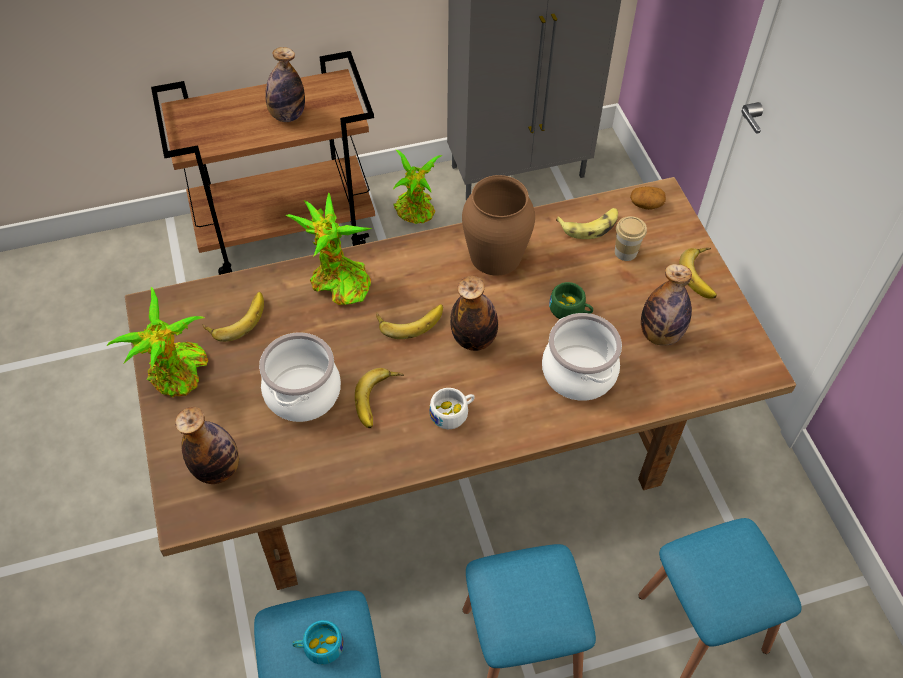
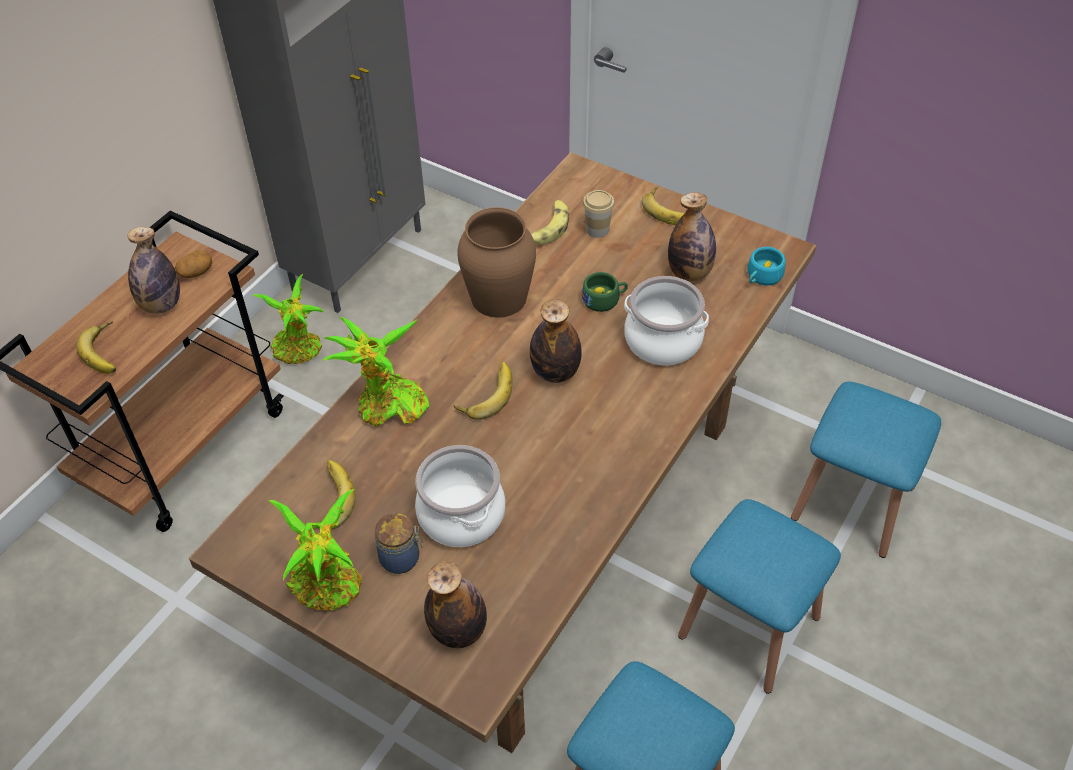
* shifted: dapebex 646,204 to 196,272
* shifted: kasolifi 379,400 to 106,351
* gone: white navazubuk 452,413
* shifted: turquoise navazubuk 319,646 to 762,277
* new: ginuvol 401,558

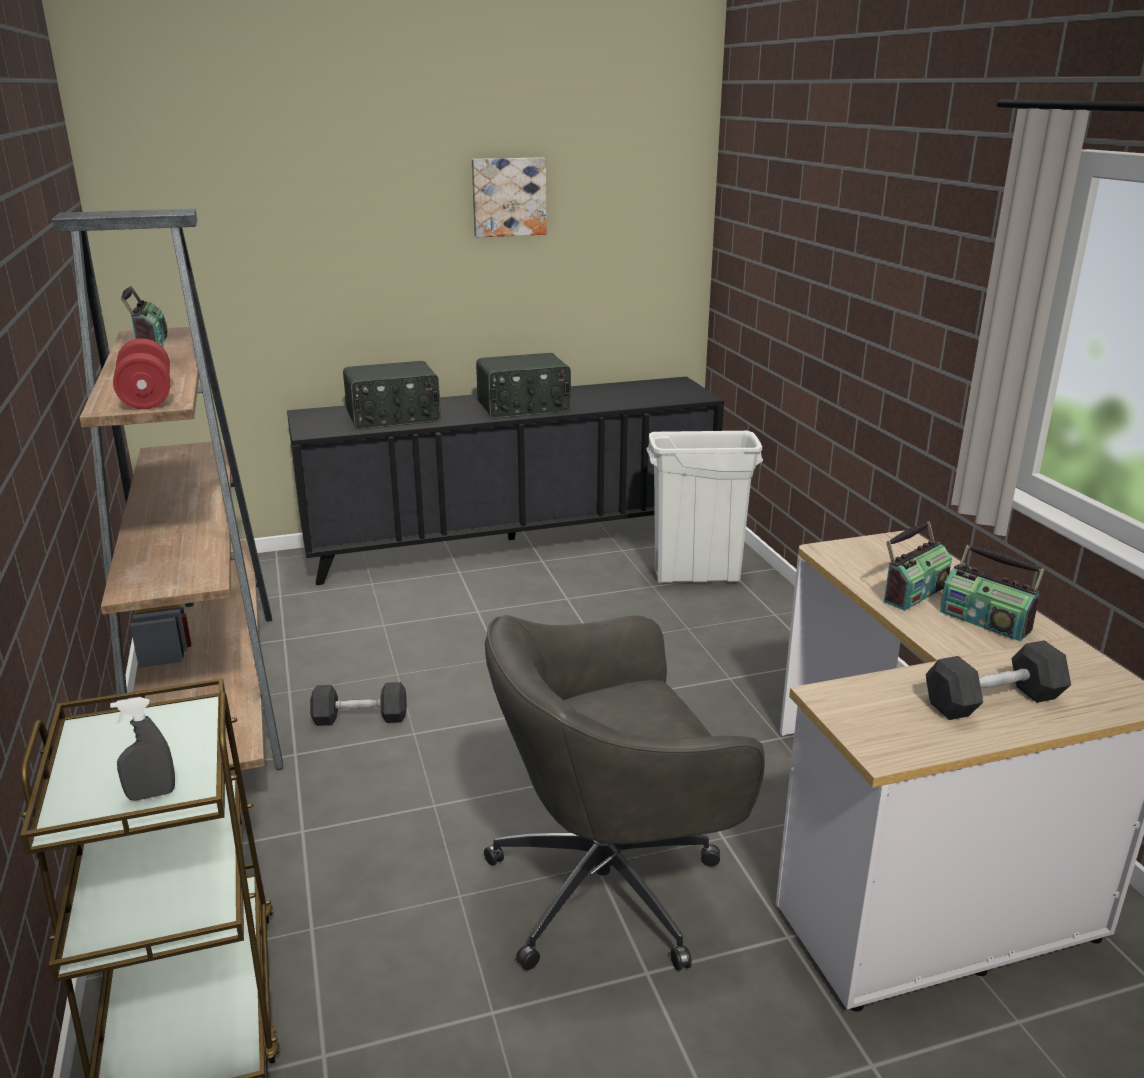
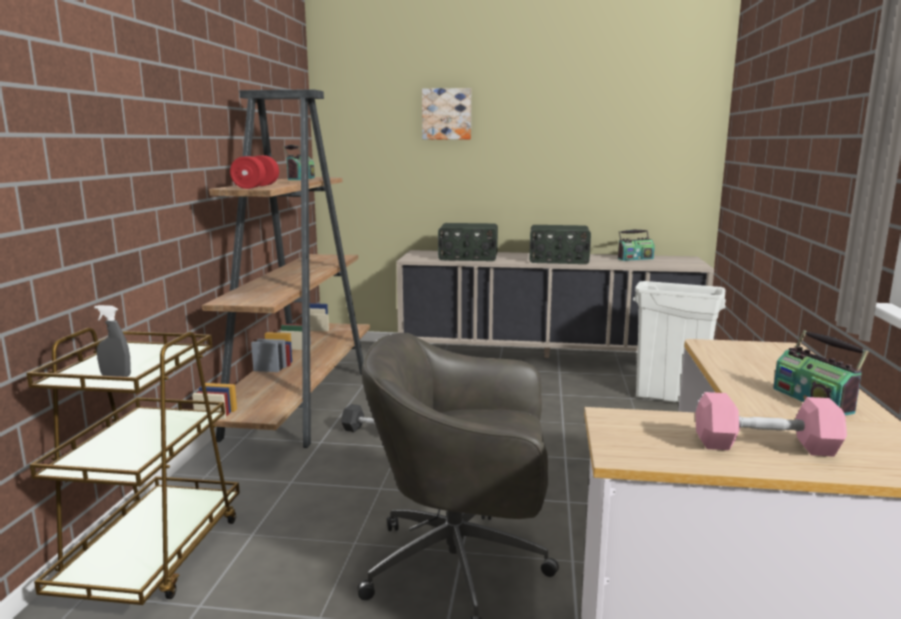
* shifted: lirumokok 508,197 to 447,114
* repainted: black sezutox 512,542 to beige sezutox 546,359
* shifted: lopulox 913,593 to 635,258
* repainted: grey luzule 993,701 to pink luzule 765,446

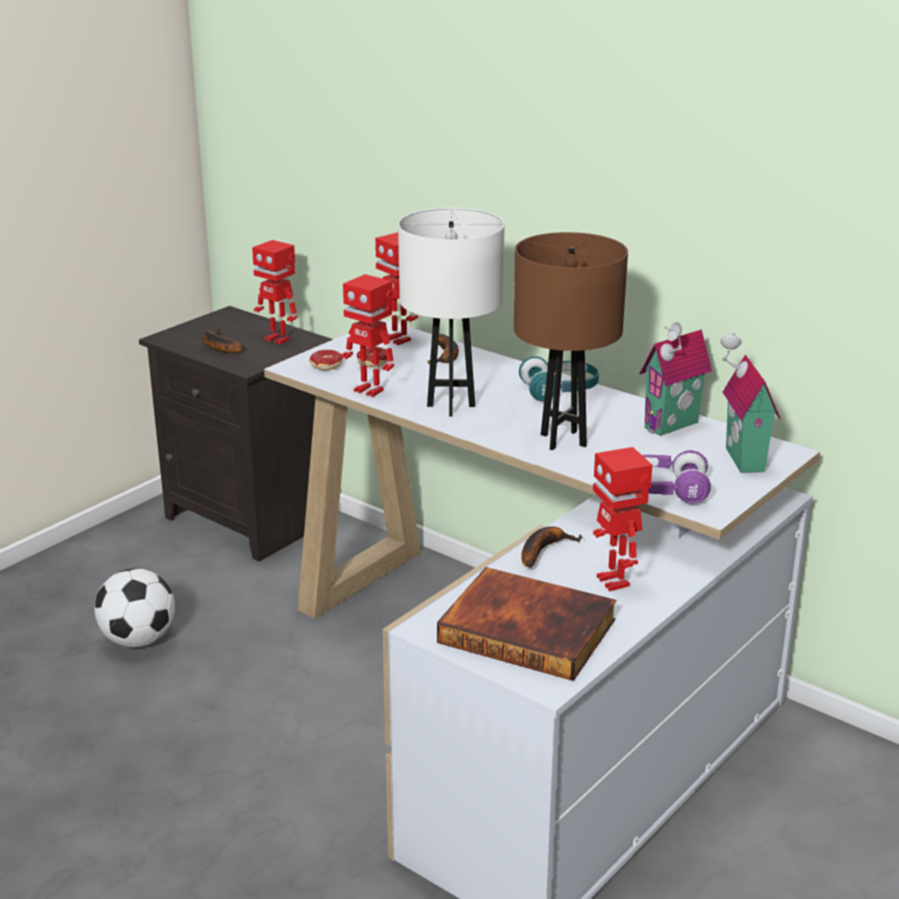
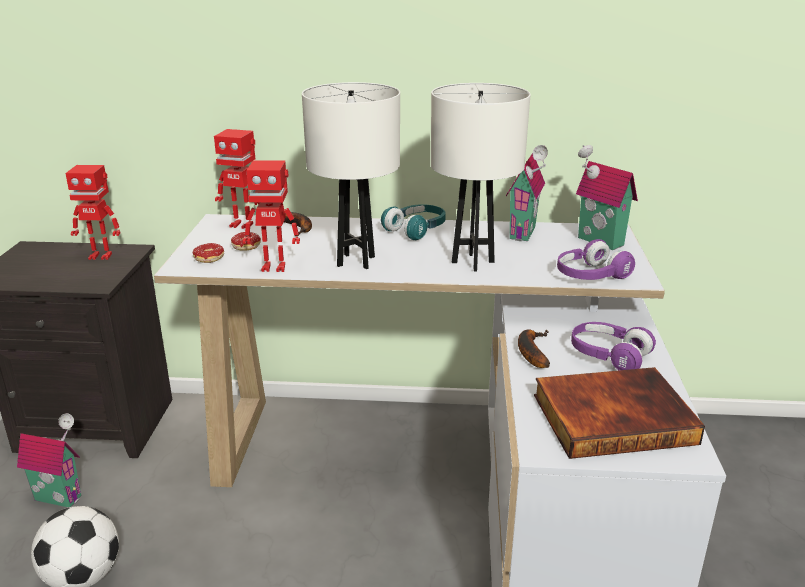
* repainted: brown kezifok 563,440 to white kezifok 473,262
* gone: kasolifi 218,346
* swapped: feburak 615,581 to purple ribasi 608,356
* new: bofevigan 60,496

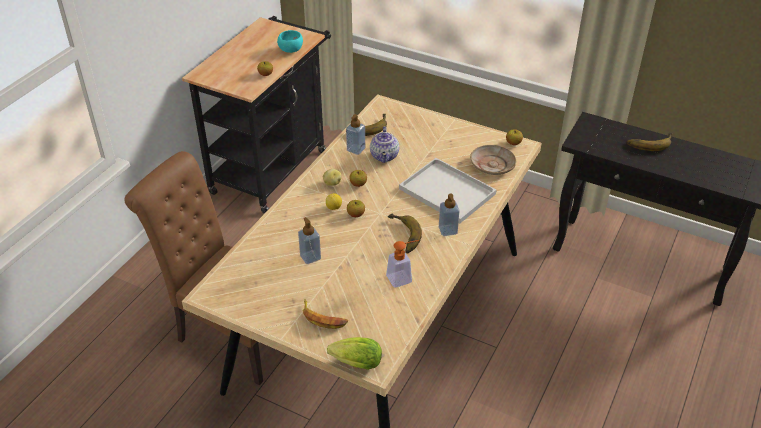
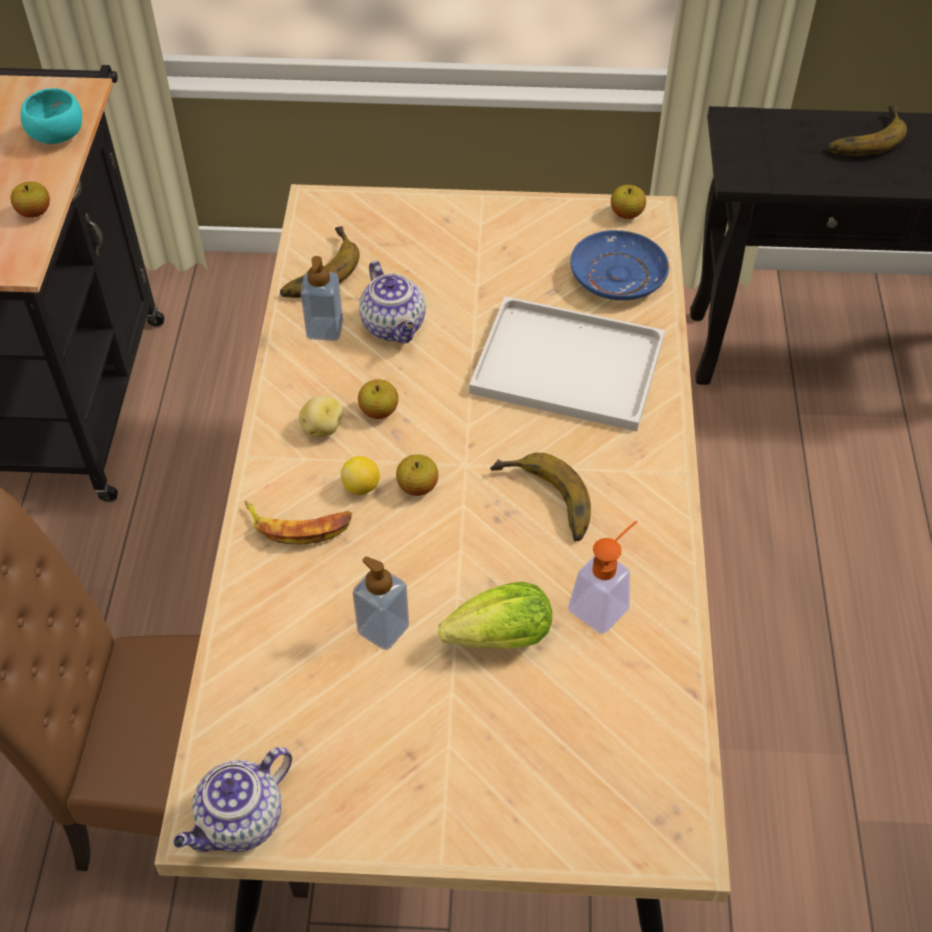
* repainted: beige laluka 492,165 to blue laluka 617,276
* gone: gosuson 448,230
* shifted: kasolifi 323,318 to 299,525
* shifted: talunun 354,363 to 494,639
* new: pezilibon 240,822

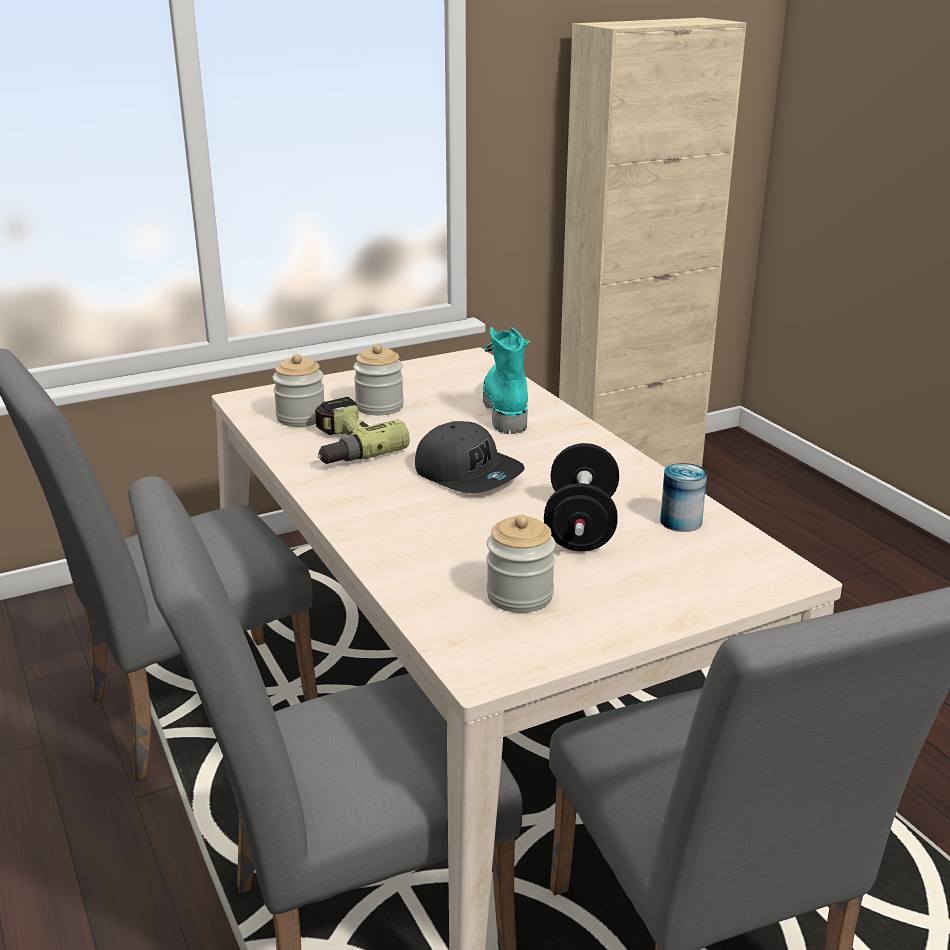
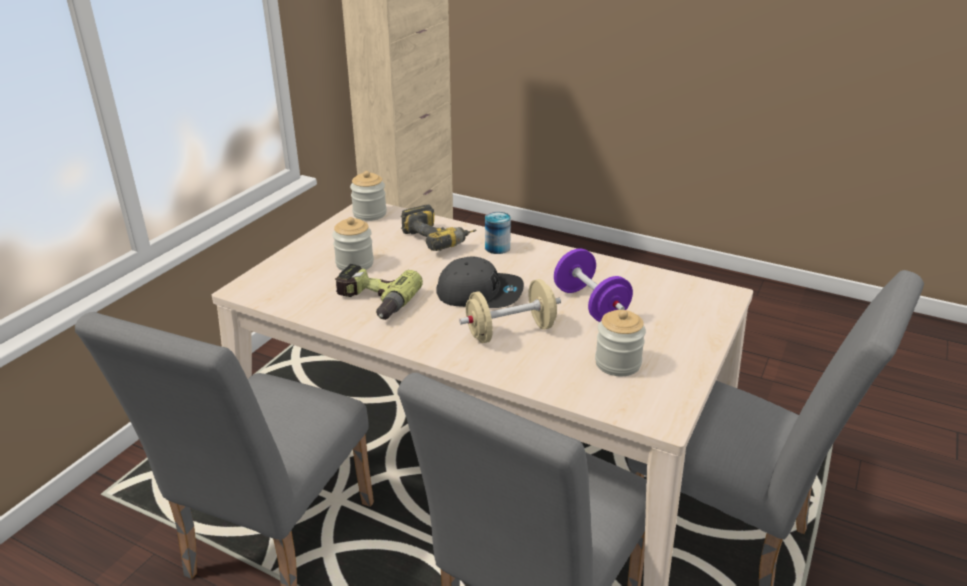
* swapped: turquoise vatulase 505,408 to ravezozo 440,239
* shifted: ginuvol 301,418 to 369,214
* repainted: black luzule 581,526 to purple luzule 590,305
* shifted: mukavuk 681,521 to 497,248
* new: beige luzule 510,332

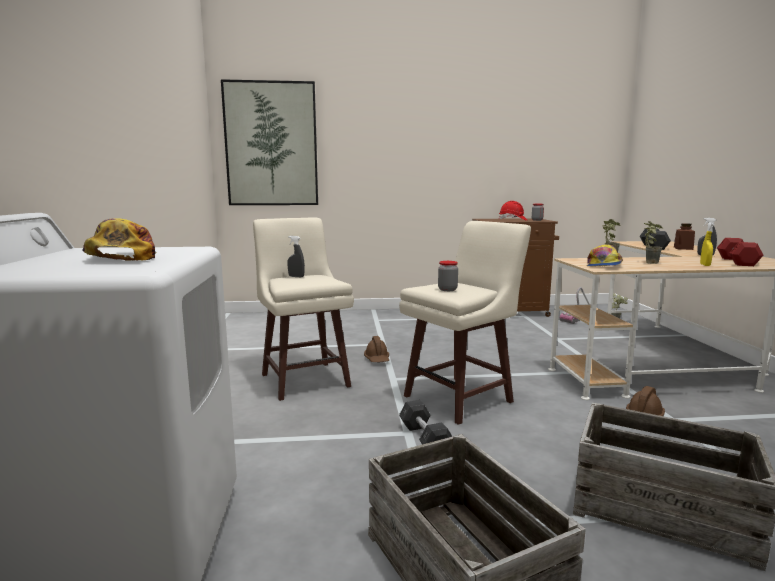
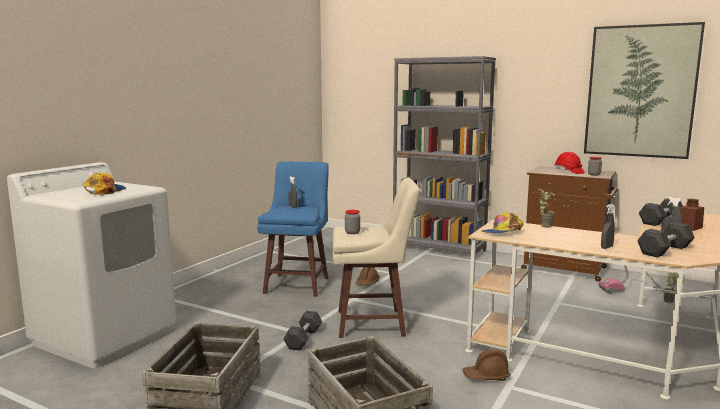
* shifted: lirumokok 271,144 to 640,91
* repainted: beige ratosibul 305,379 to blue ratosibul 297,285
* gone: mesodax 648,262
* repainted: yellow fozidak 705,265 to grey fozidak 606,247
* repainted: red luzule 737,262 to grey luzule 664,250
* new: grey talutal 439,249

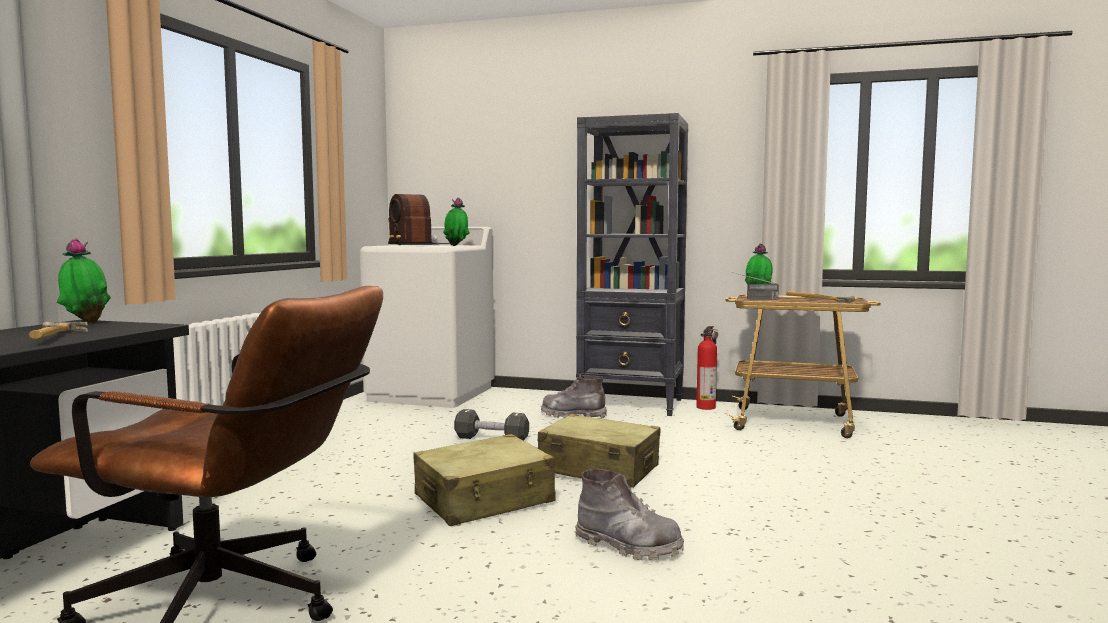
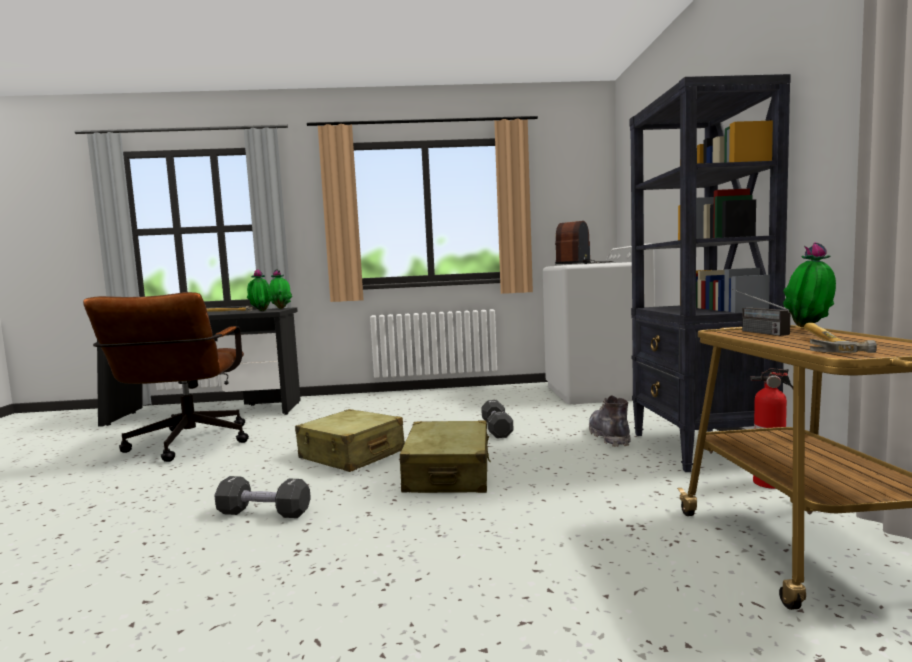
* shifted: mesodax 456,246 to 260,311
* swapped: grey vatulase 628,546 to black luzule 264,513

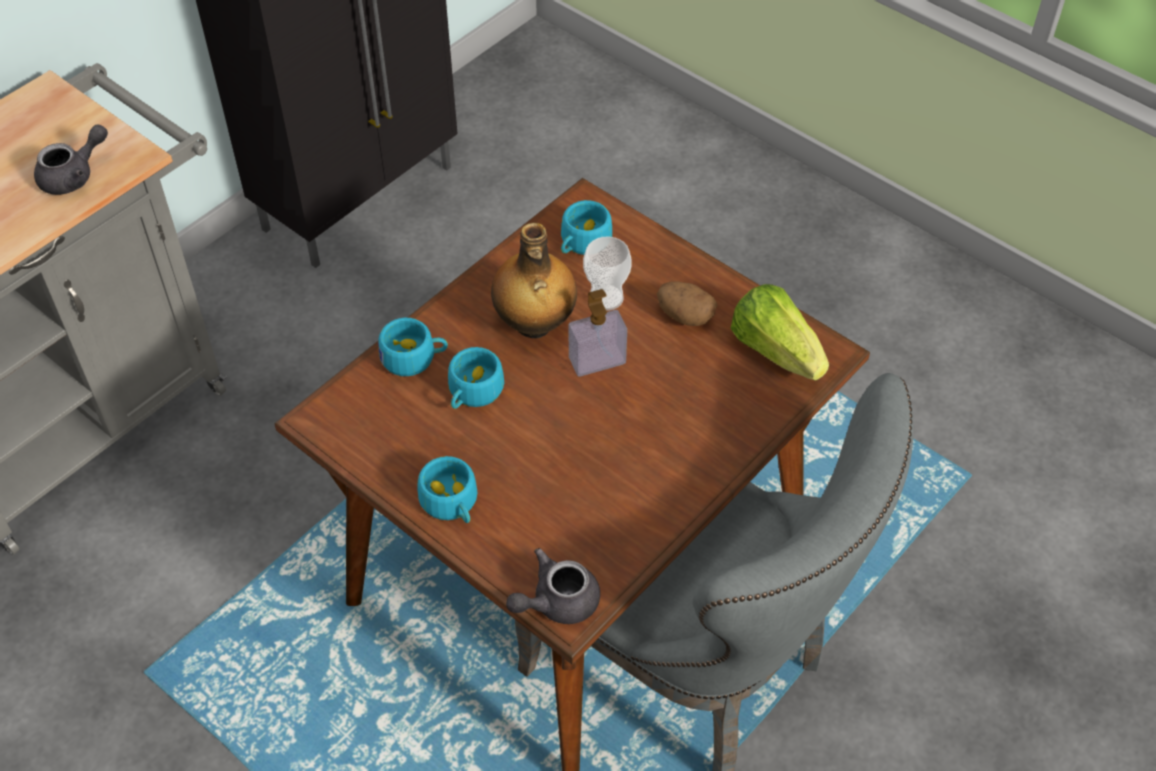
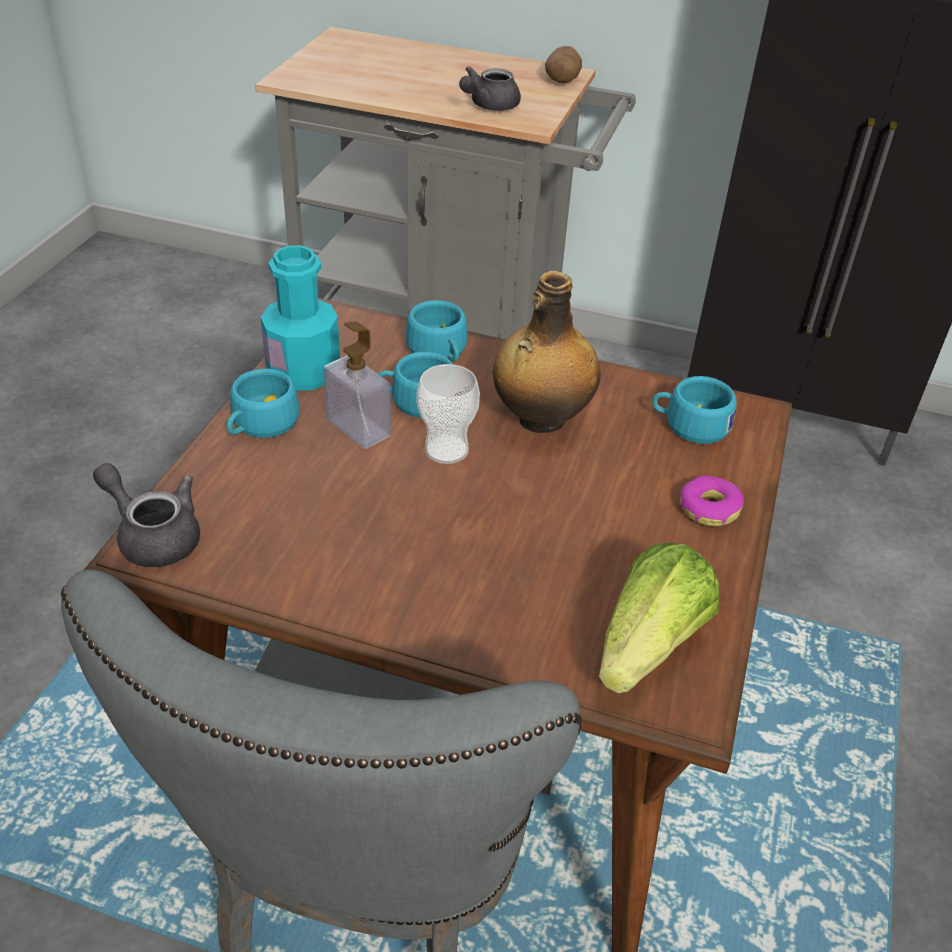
* rotated: grey pezilibon 74,176 = 488,106 105 degrees clockwise
* shifted: navazubuk 606,298 to 446,449
* shifted: dapebex 685,315 to 562,80
* shifted: gosuson 597,361 to 358,428
* new: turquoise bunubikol 303,372
* new: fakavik 708,508

